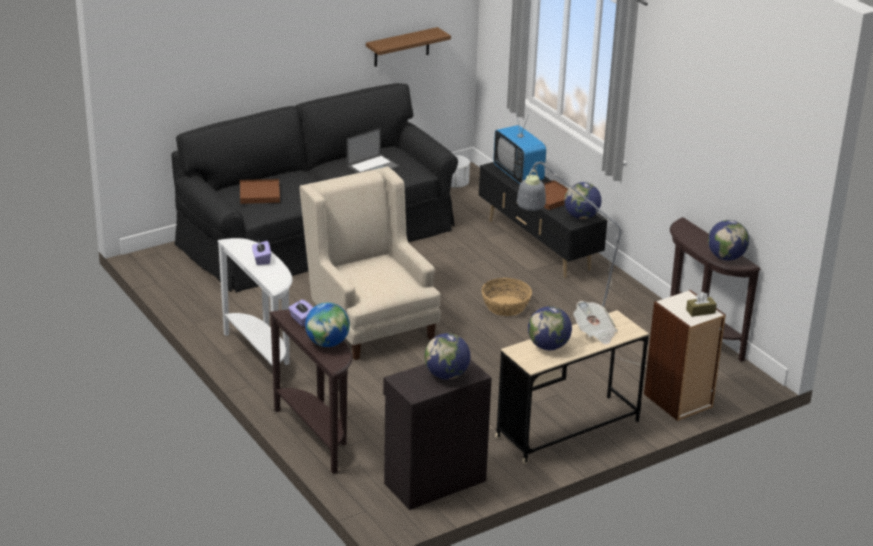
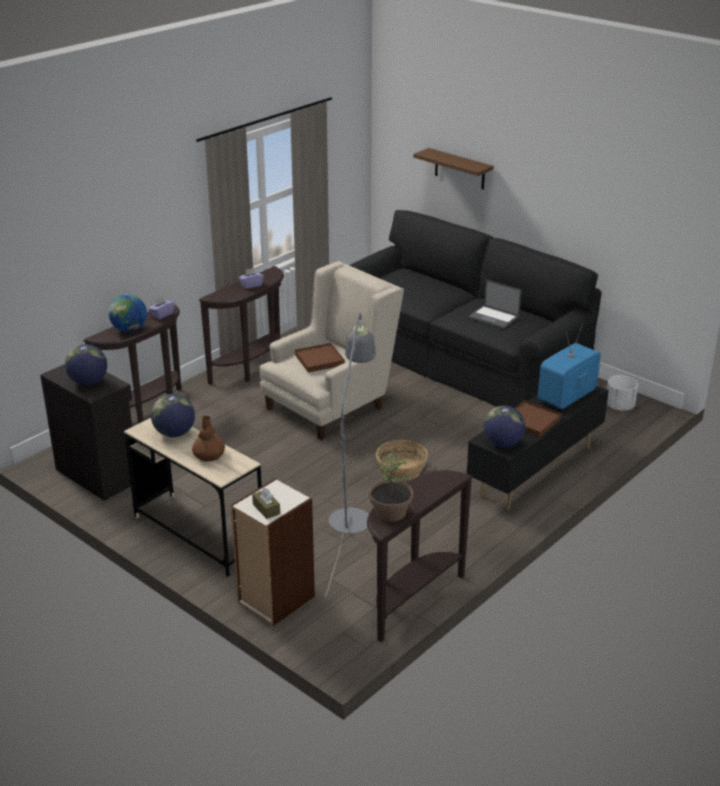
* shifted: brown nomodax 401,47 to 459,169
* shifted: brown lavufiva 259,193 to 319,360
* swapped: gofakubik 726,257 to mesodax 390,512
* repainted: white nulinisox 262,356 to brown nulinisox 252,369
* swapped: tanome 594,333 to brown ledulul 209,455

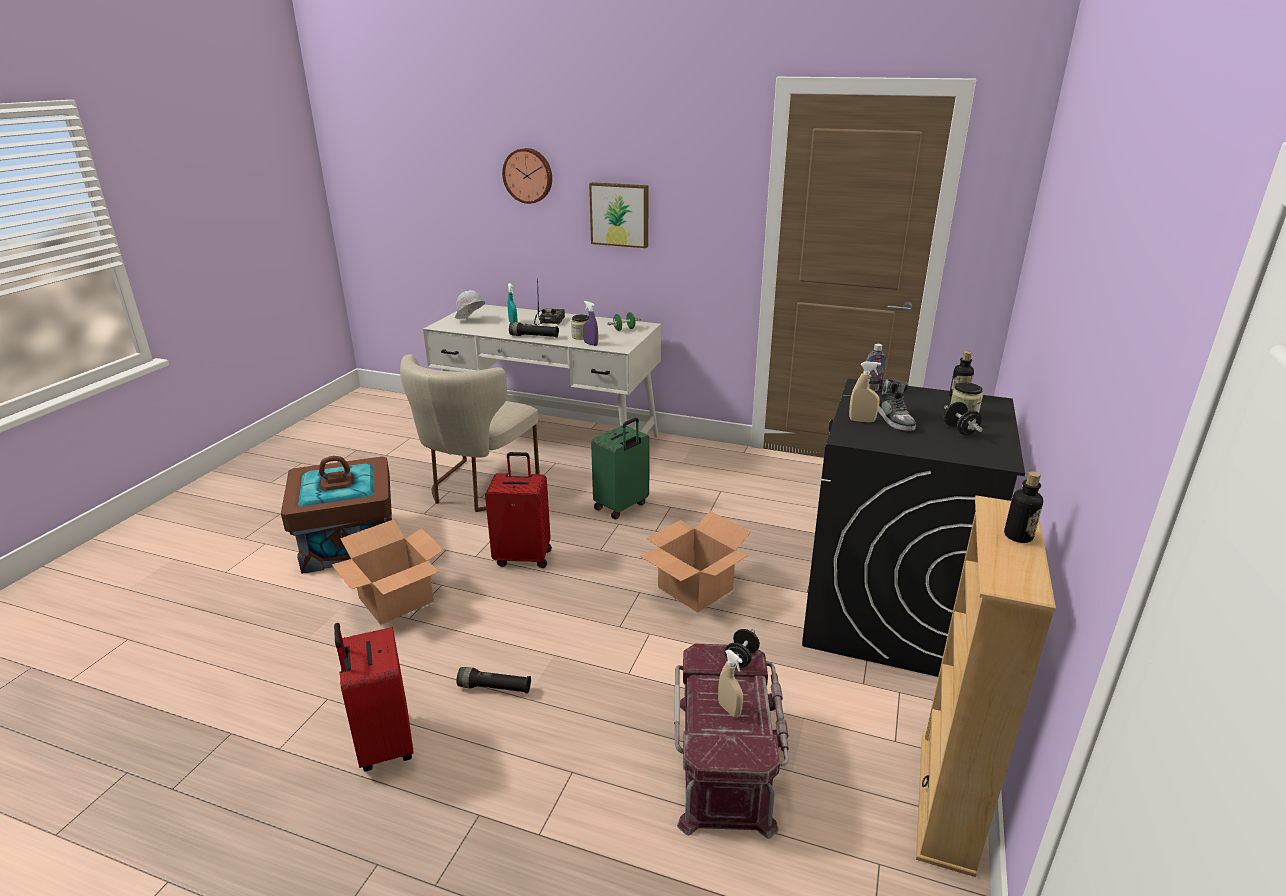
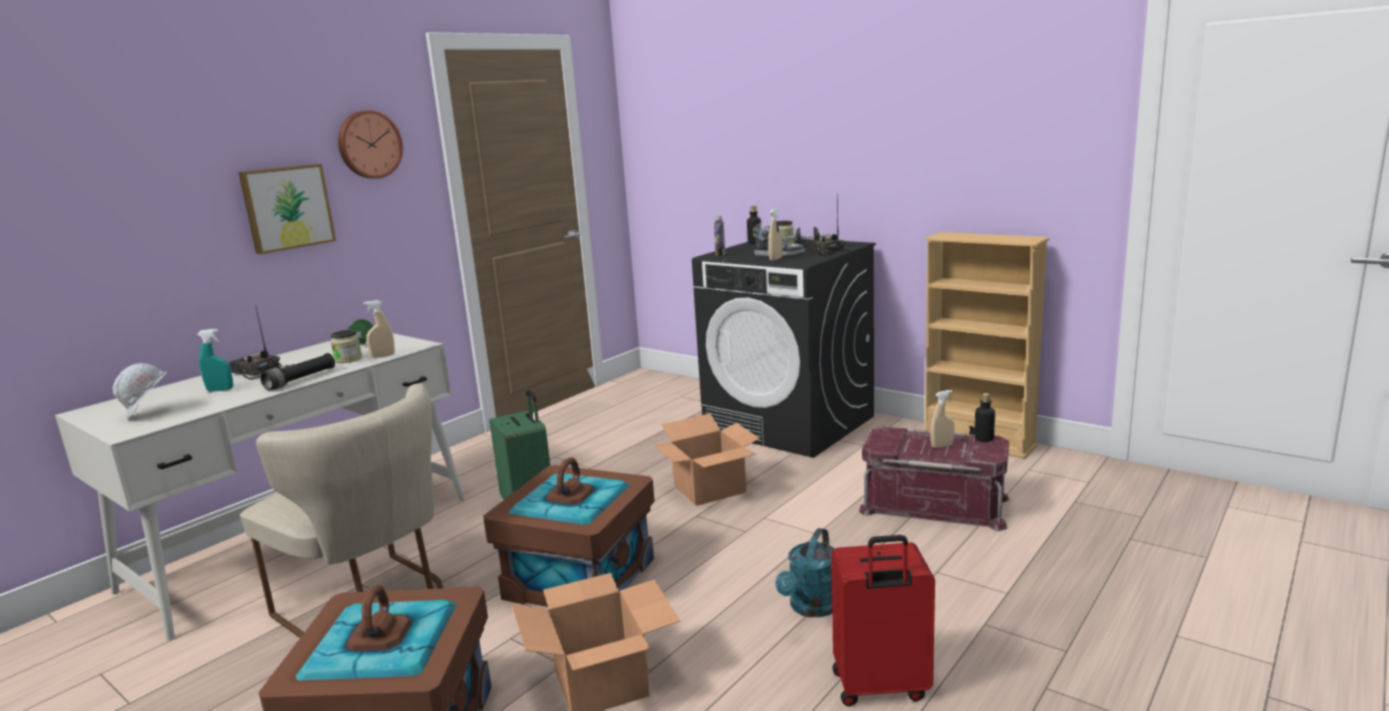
* shifted: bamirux 528,175 to 369,144
* repainted: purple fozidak 590,344 to beige fozidak 383,356
* swapped: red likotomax 523,557 to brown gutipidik 579,578
* shifted: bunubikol 1018,536 to 984,439
* gone: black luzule 741,658
* swapped: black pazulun 494,688 to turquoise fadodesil 811,608
* new: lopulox 825,251

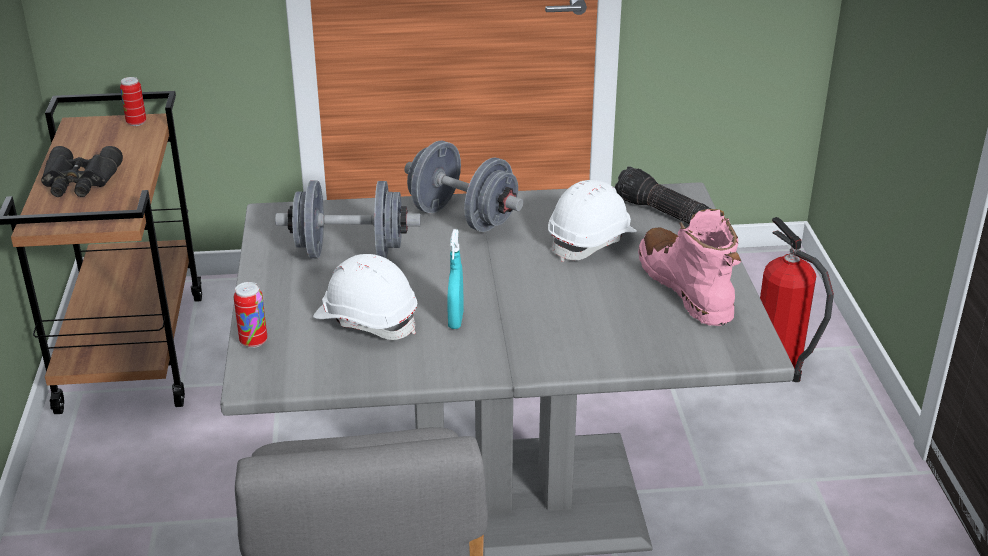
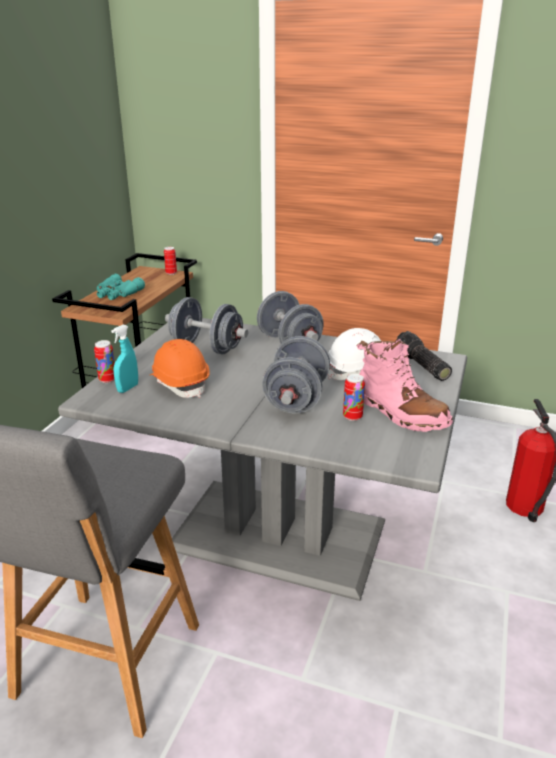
* repainted: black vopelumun 80,181 to turquoise vopelumun 117,293
* rotated: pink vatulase 685,288 = 399,412 135 degrees clockwise
* shifted: turquoise fozidak 455,320 to 128,388
* repainted: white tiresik 366,320 to orange tiresik 180,383
* new: grey luzule 296,399
* new: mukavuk 352,417

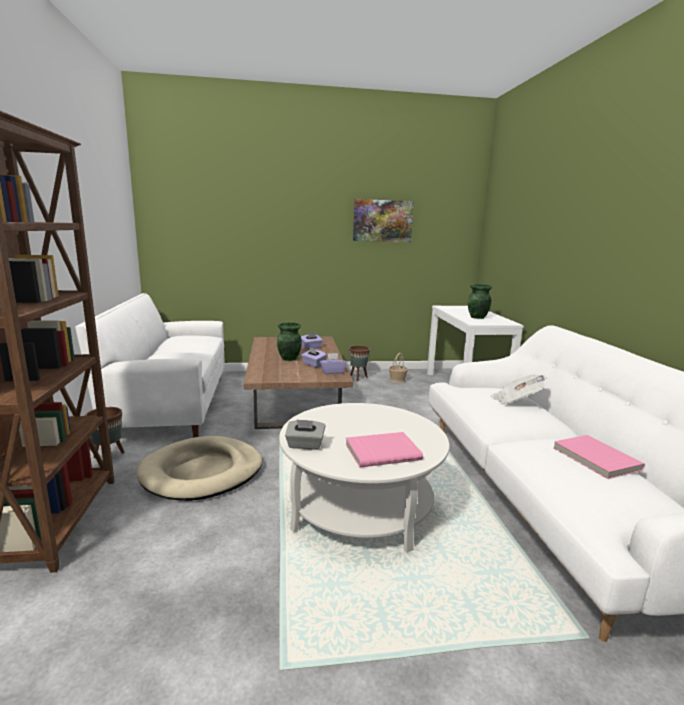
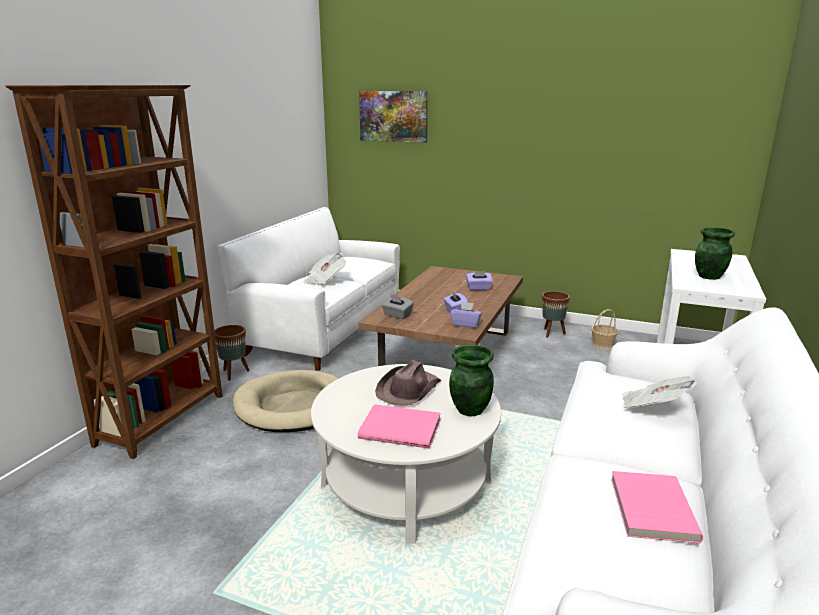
* shifted: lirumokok 382,221 to 393,116
* shifted: green ledulul 289,358 to 470,410
* shifted: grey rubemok 305,445 to 397,315
* new: tanome 324,280
* new: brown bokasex 408,389

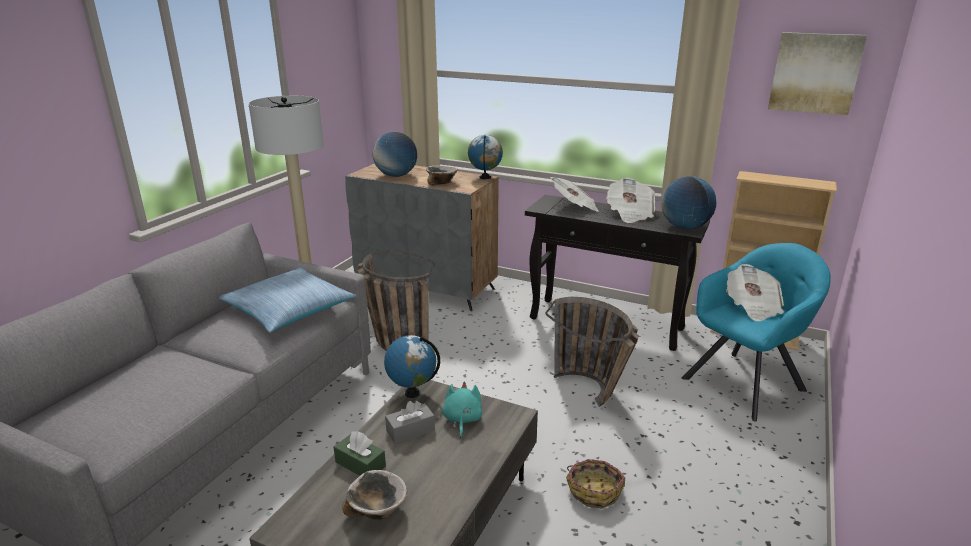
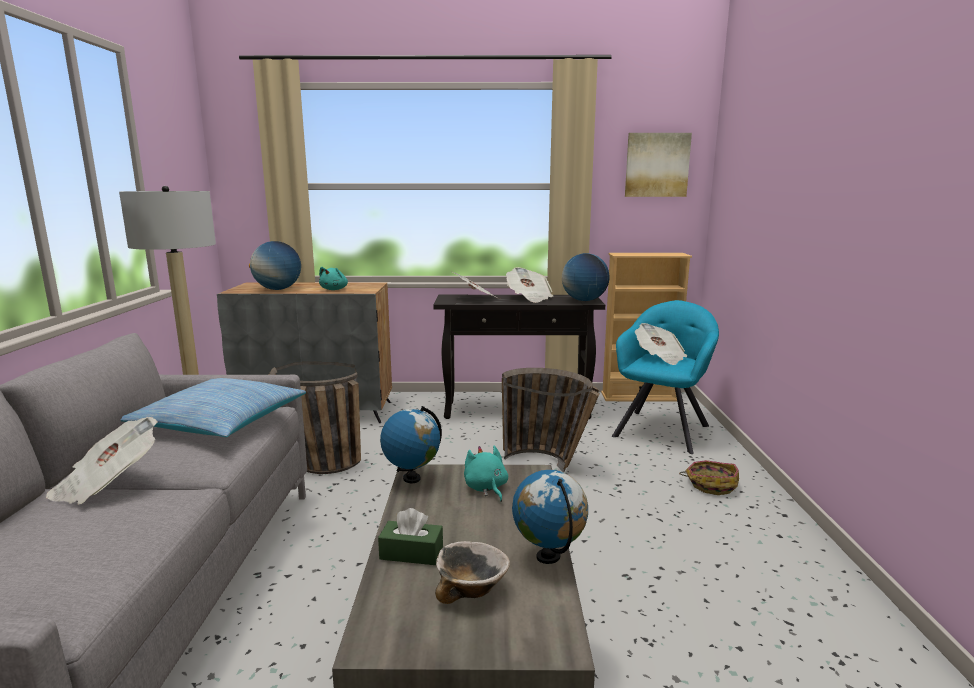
* shifted: gofakubik 485,177 to 548,557
* swapped: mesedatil 441,182 to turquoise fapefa 334,289
* gone: grey rubemok 410,430
* shifted: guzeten 594,490 to 711,484
* new: tanome 108,484

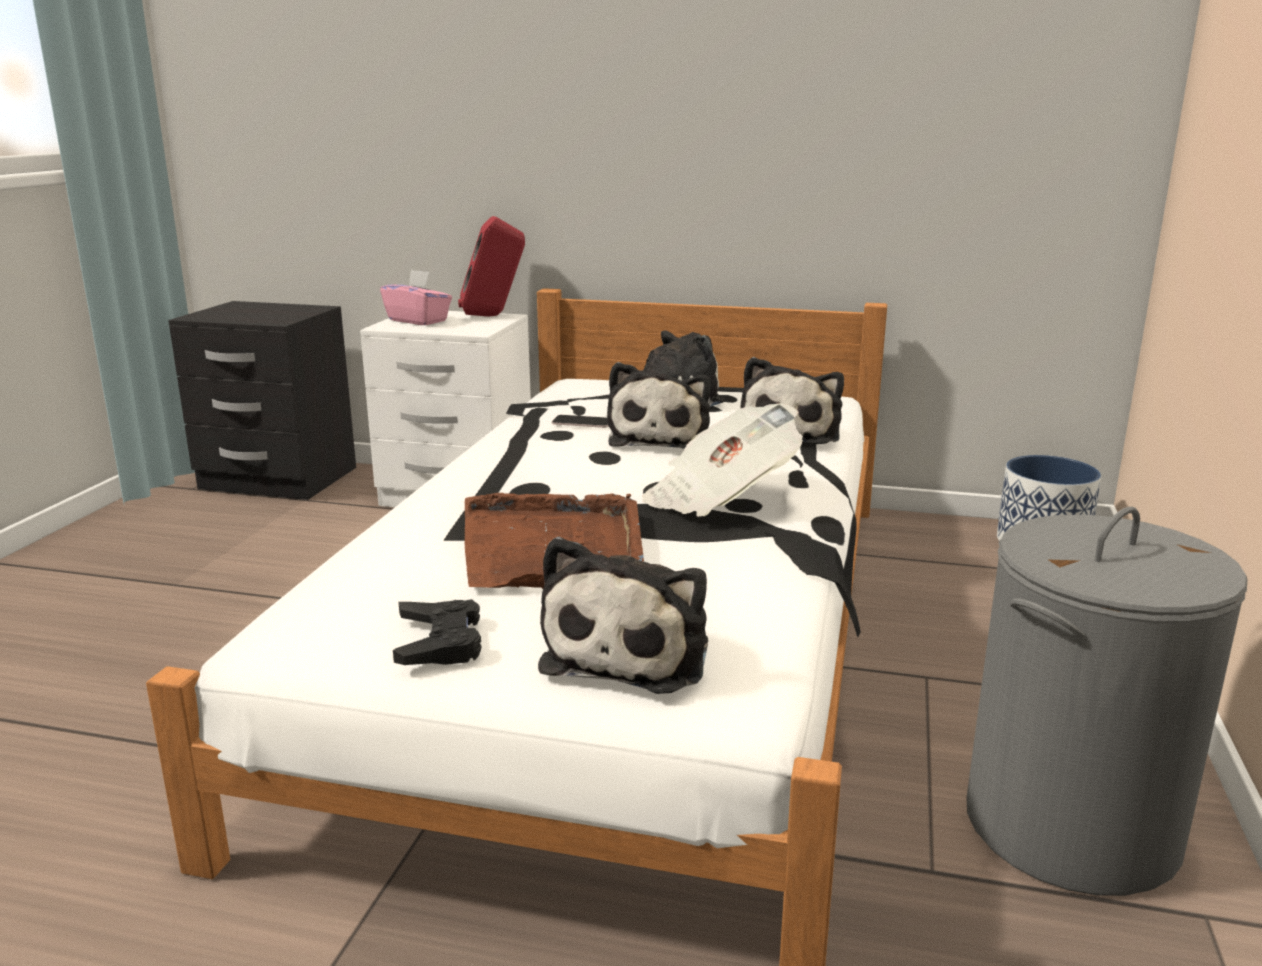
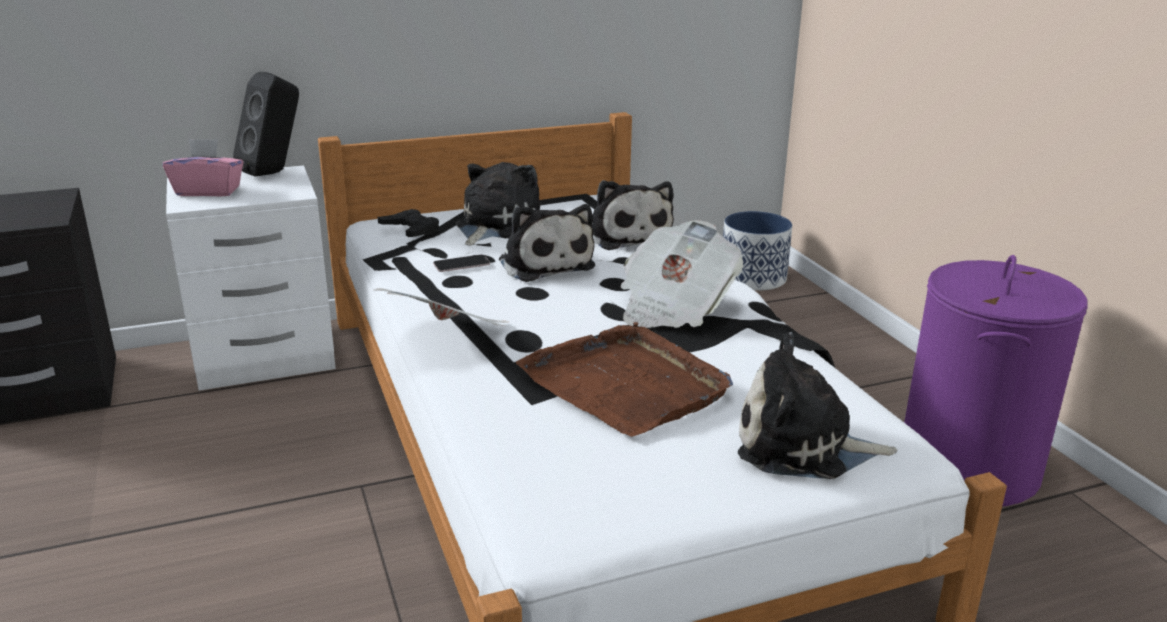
* repainted: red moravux 493,316 to black moravux 275,172
* repainted: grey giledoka 1071,826 to purple giledoka 967,467
* rotated: fapefa 631,652 = 802,446 120 degrees clockwise
* shifted: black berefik 439,642 to 411,229
* new: tanome 449,340

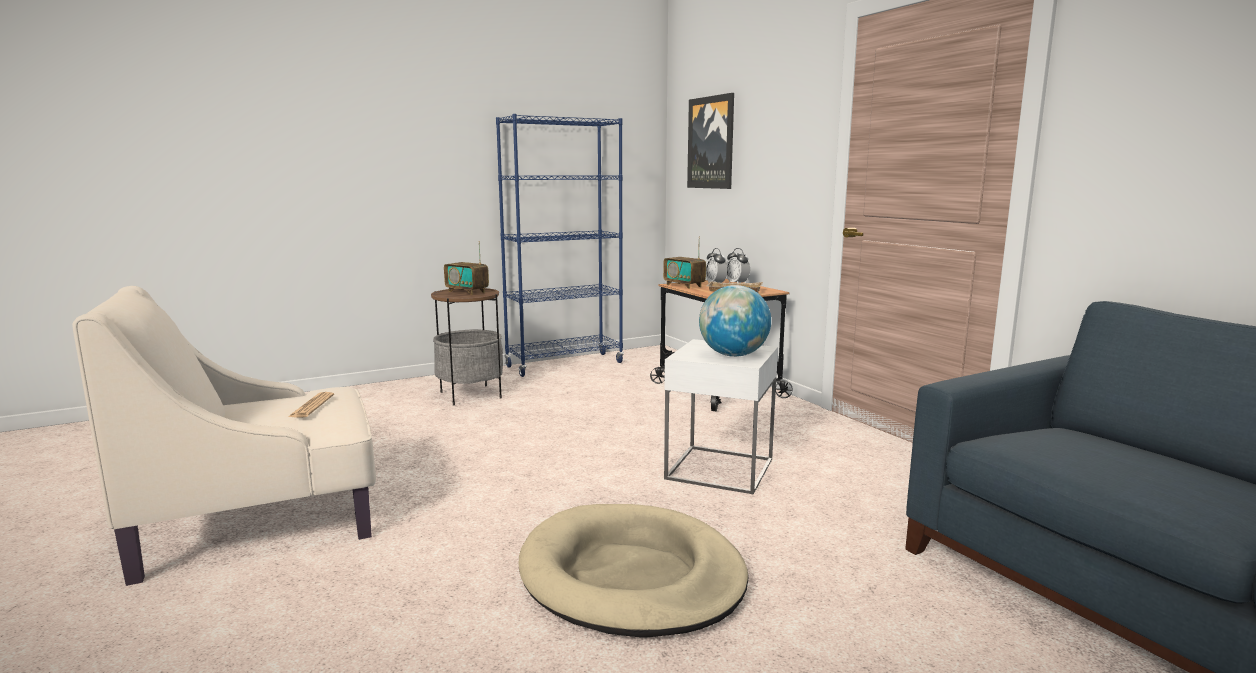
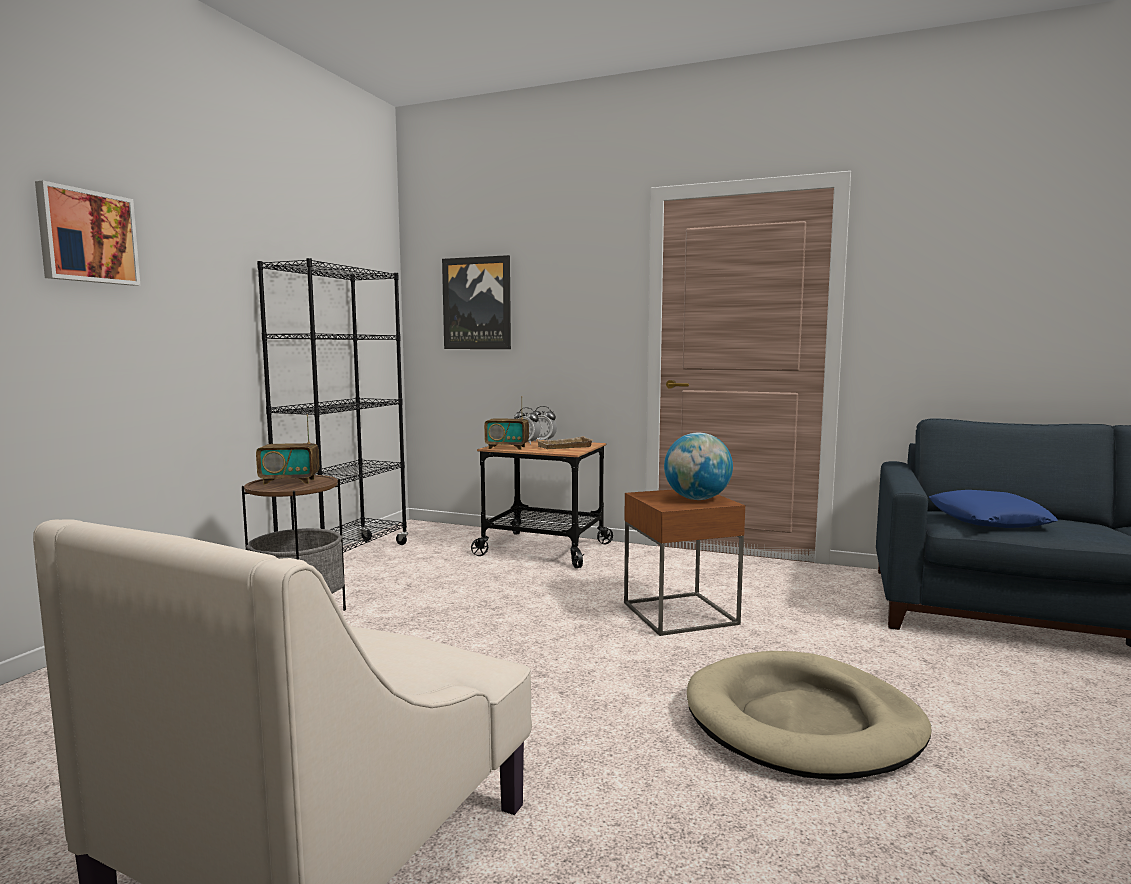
* repainted: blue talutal 564,365 to black talutal 346,559
* repainted: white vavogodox 720,469 to brown vavogodox 680,613
* gone: tanome 311,406
* new: lirumokok 87,237
* new: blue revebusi 987,519

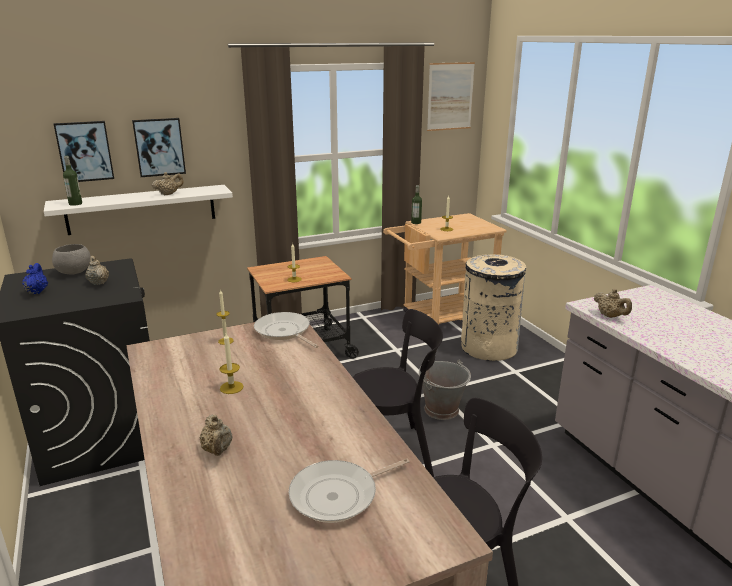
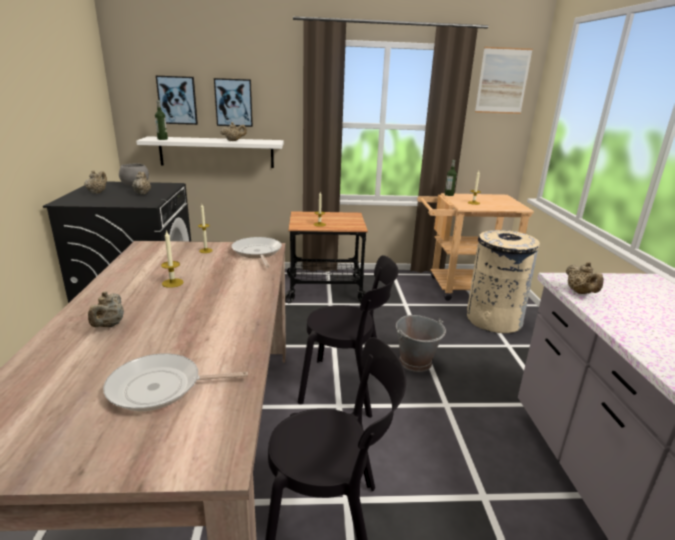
* repainted: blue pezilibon 37,291 to beige pezilibon 97,192

